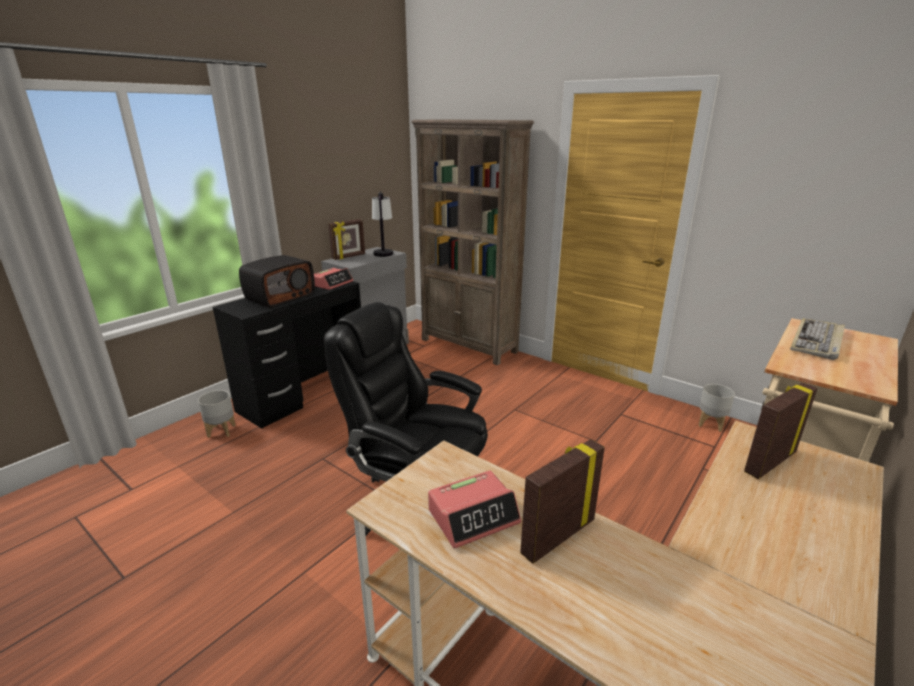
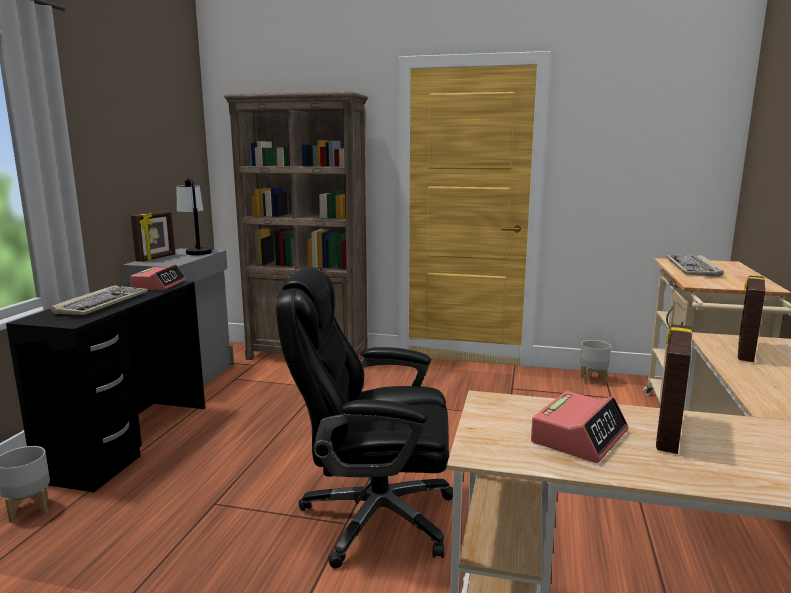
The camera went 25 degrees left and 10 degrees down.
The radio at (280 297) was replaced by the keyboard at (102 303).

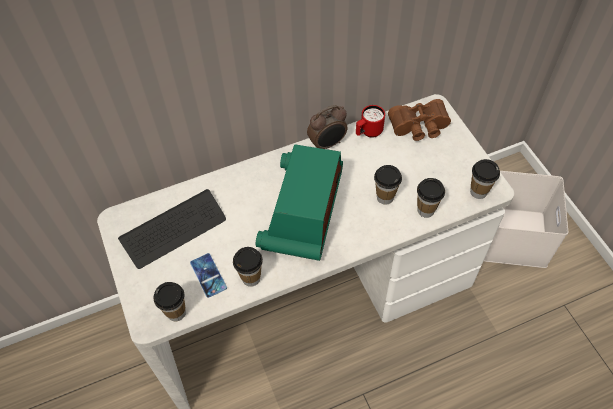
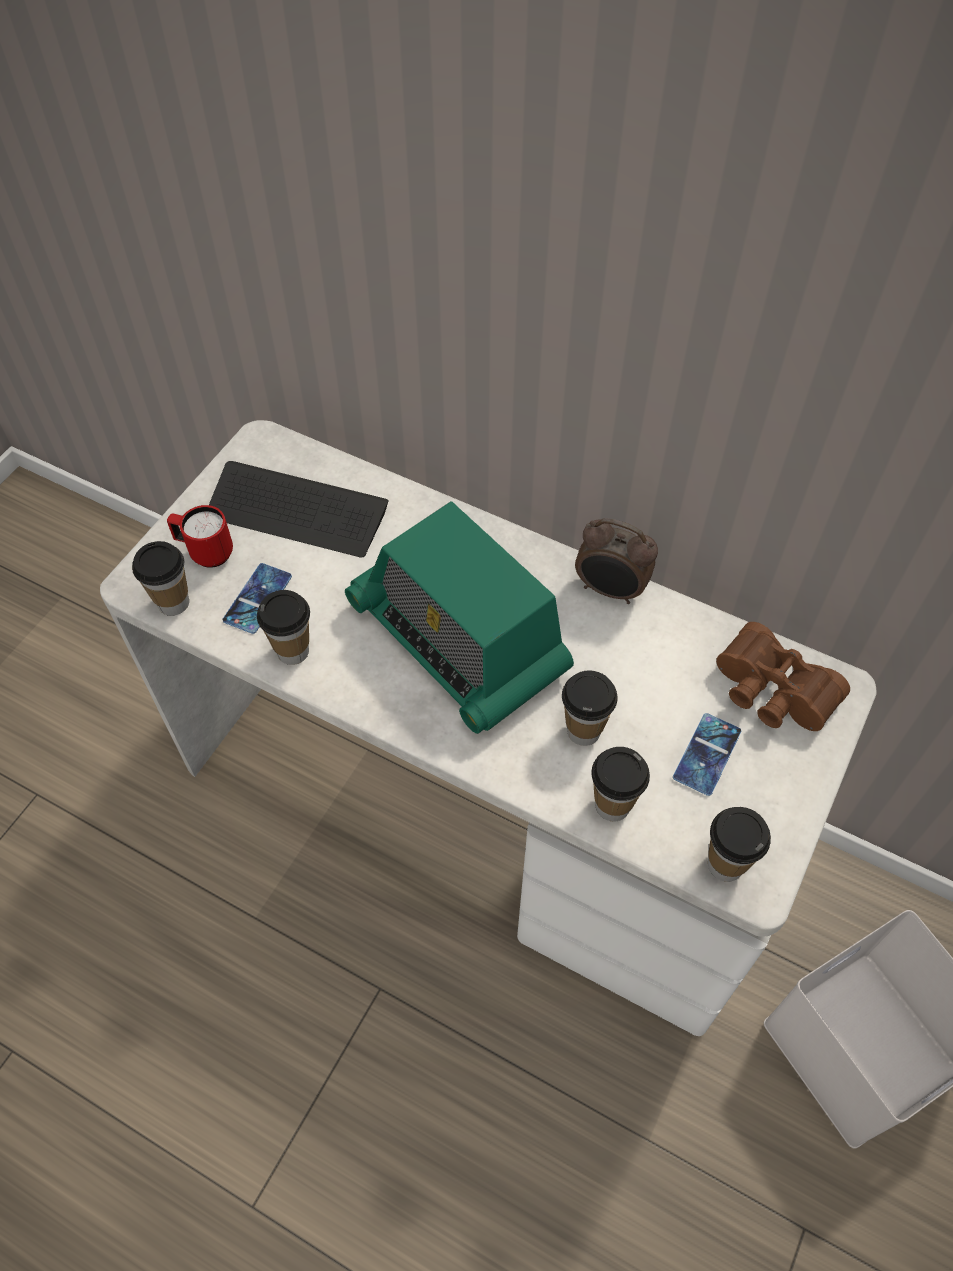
The camera went 50 degrees right and 0 degrees up.
The phone at (707 754) appeared.
The mug/red moved from (368 132) to (205 552).
The radio at (303 211) turned 105 degrees counterclockwise.

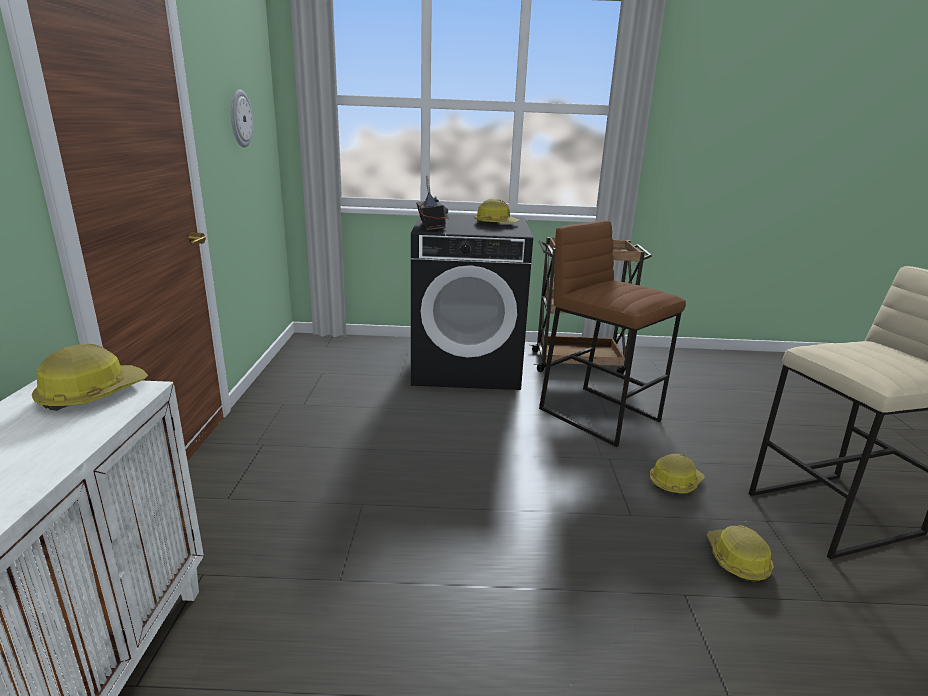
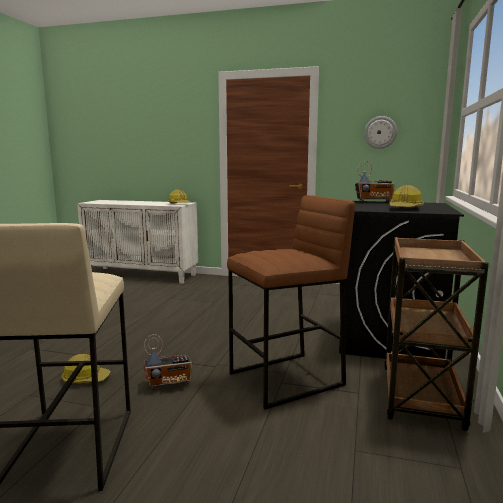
The camera went 105 degrees right and 10 degrees down.
The hard hat at (675 482) was replaced by the radio at (169 383).

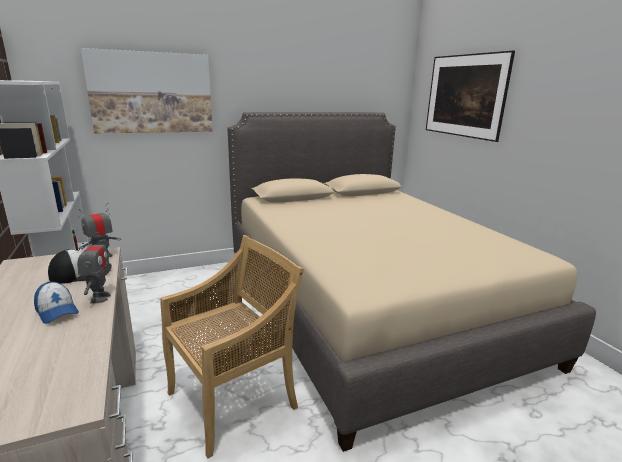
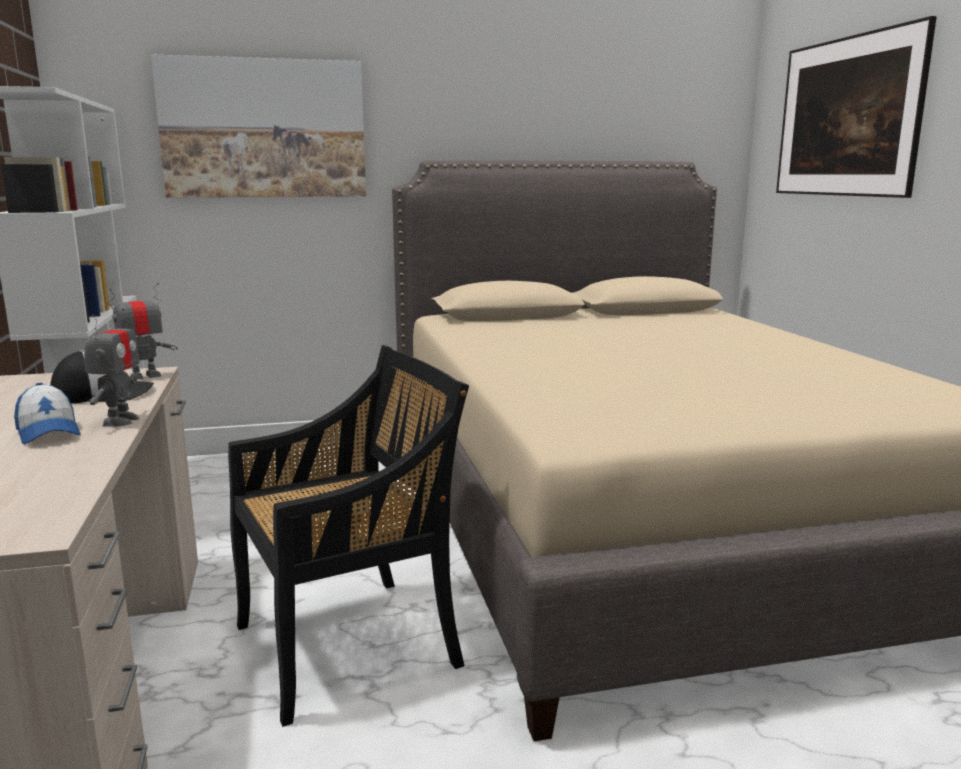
The camera went 10 degrees right and 5 degrees down.
The chair/beige at (234 399) became the chair/black at (350 644).

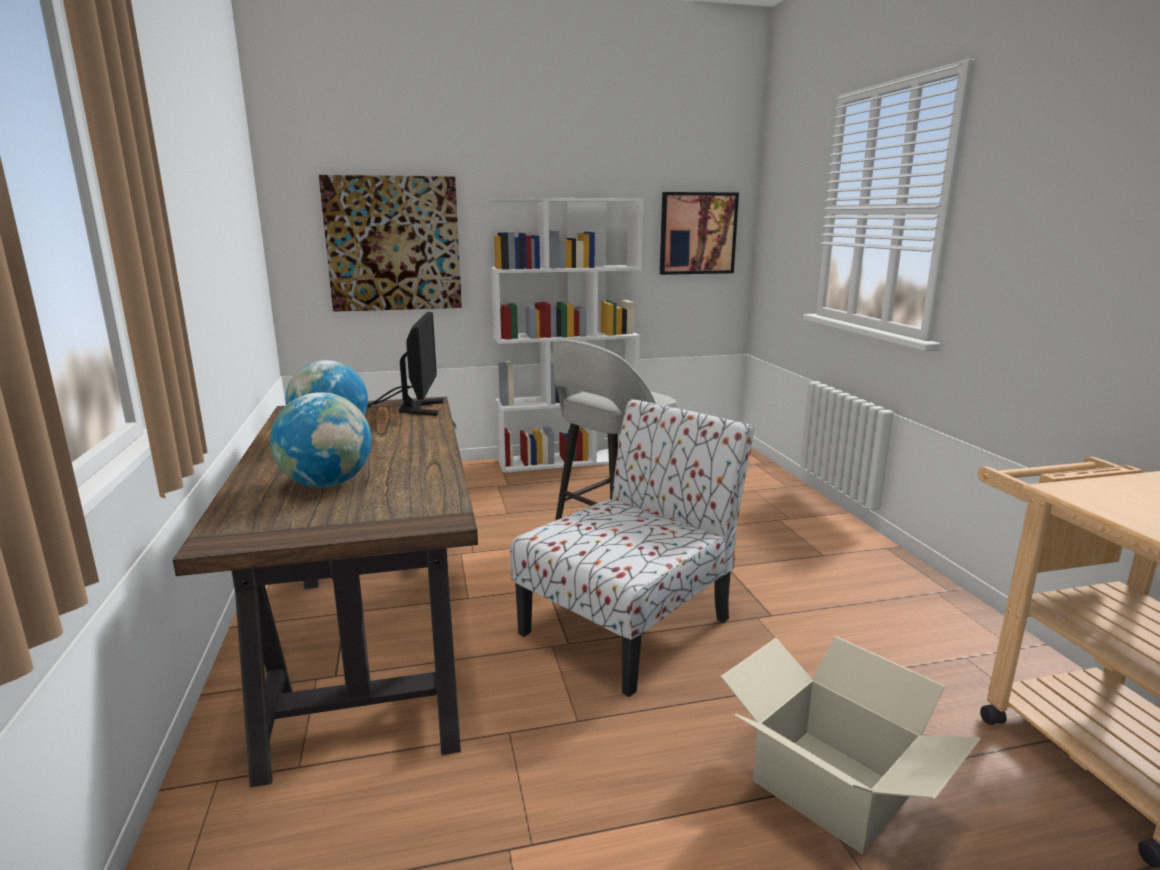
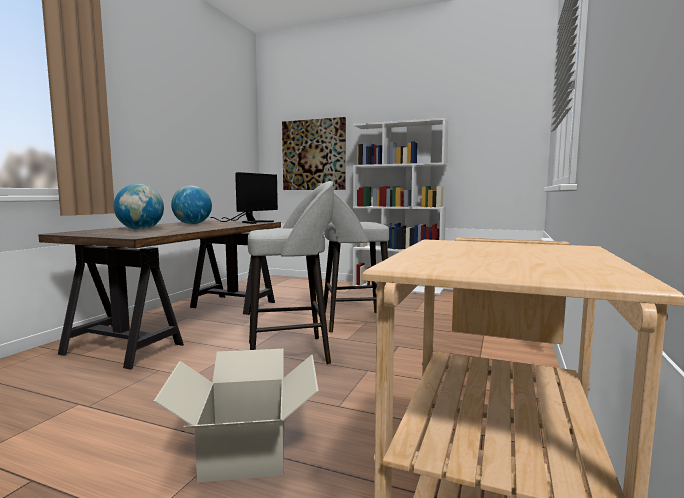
The camera went 35 degrees right and 10 degrees down.
The picture at (697 233) disappeared.
The chair at (630 624) was replaced by the stool/grey at (291 352).

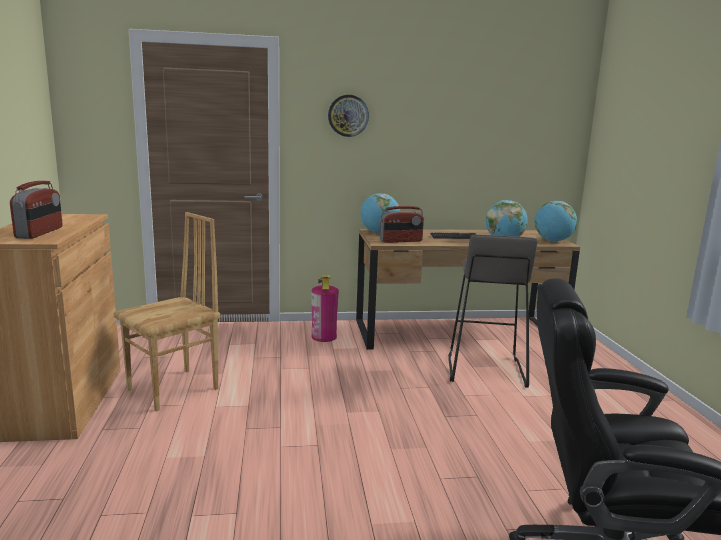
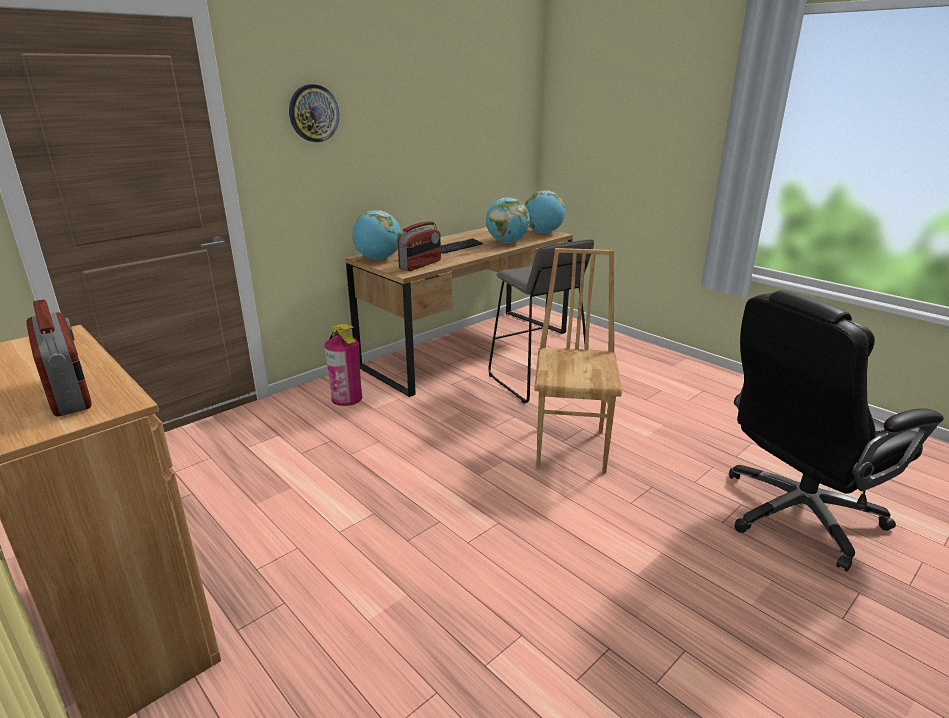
The camera went 35 degrees left and 10 degrees up.
The chair/brown moved from (174 389) to (572 448).

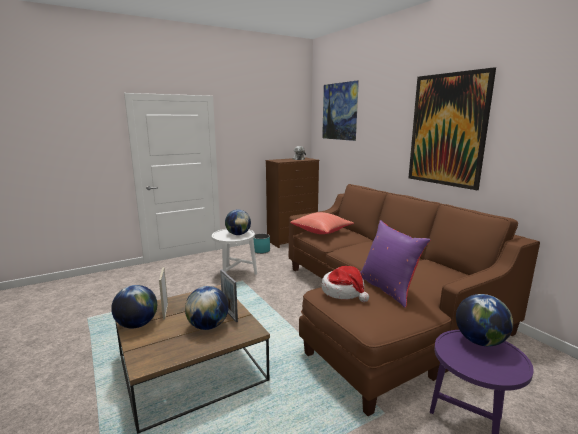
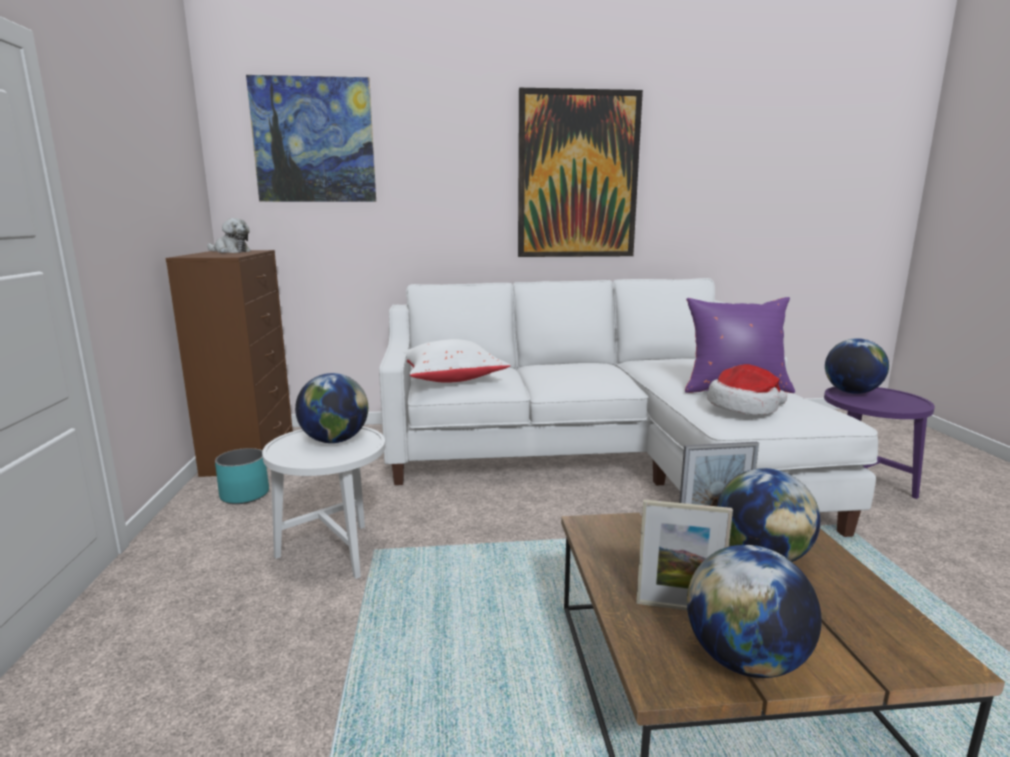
The camera went 65 degrees left and 0 degrees up.
The sofa/brown at (380 308) became the sofa/white at (599 458).
The pillow/red at (322 232) became the pillow/white at (450 379).

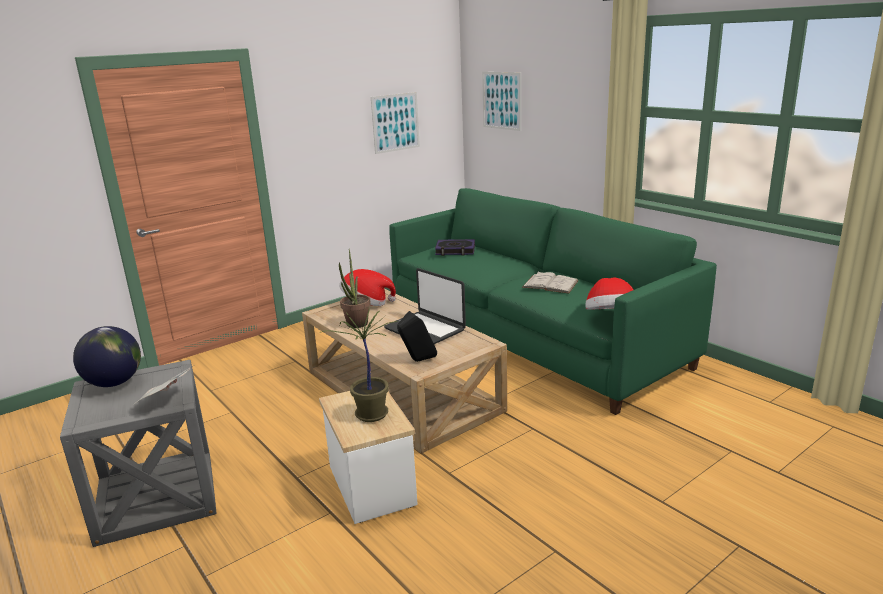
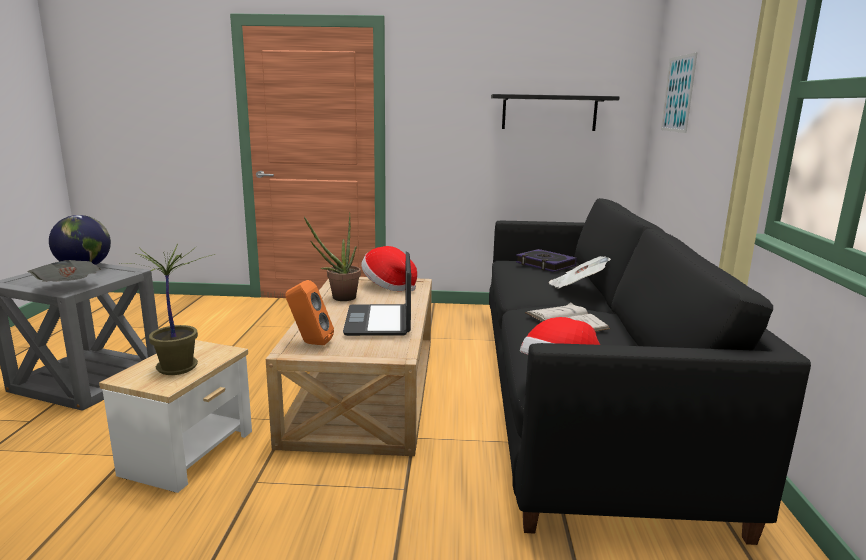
The camera went 40 degrees right and 5 degrees down.
The newspaper at (577 287) appeared.
The picture at (395 122) was replaced by the shelf/black at (549 112).
The sofa/green at (531 336) became the sofa/black at (582 396).
The speaker/black at (417 361) became the speaker/orange at (310 343).

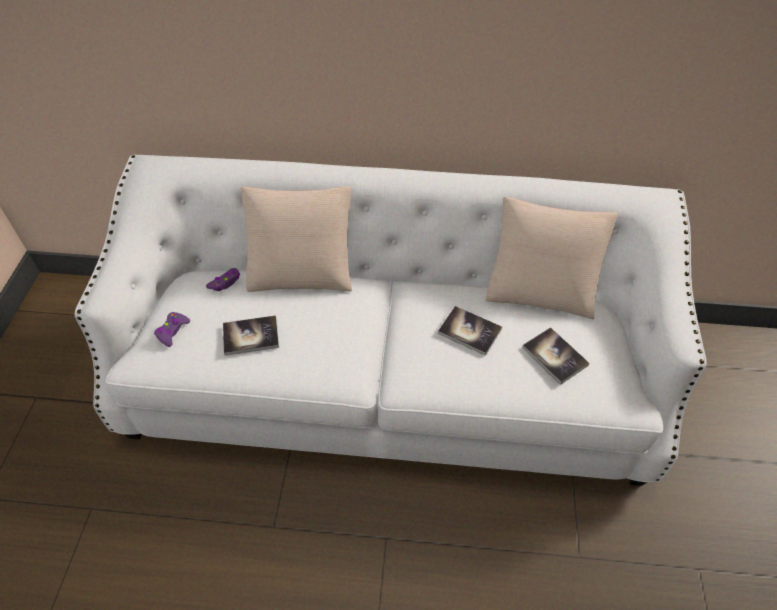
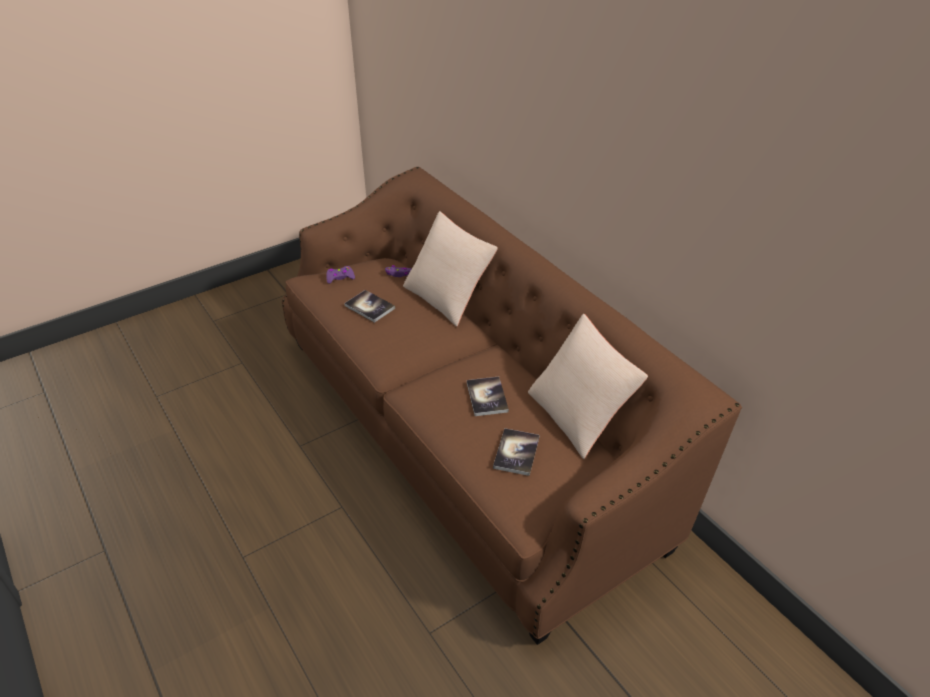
The camera went 50 degrees right and 10 degrees down.
The sofa/white at (389 381) became the sofa/brown at (465 432).

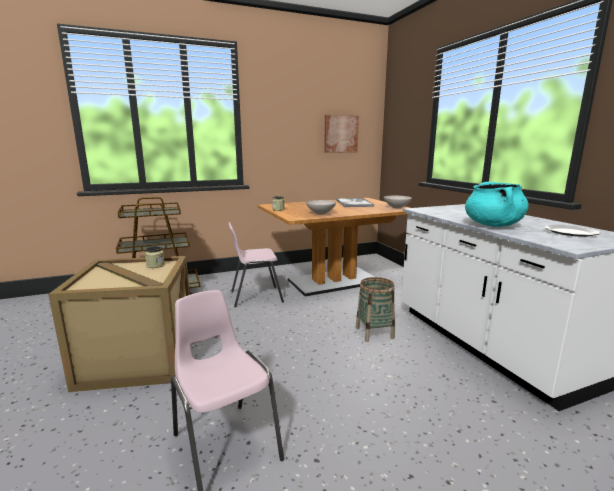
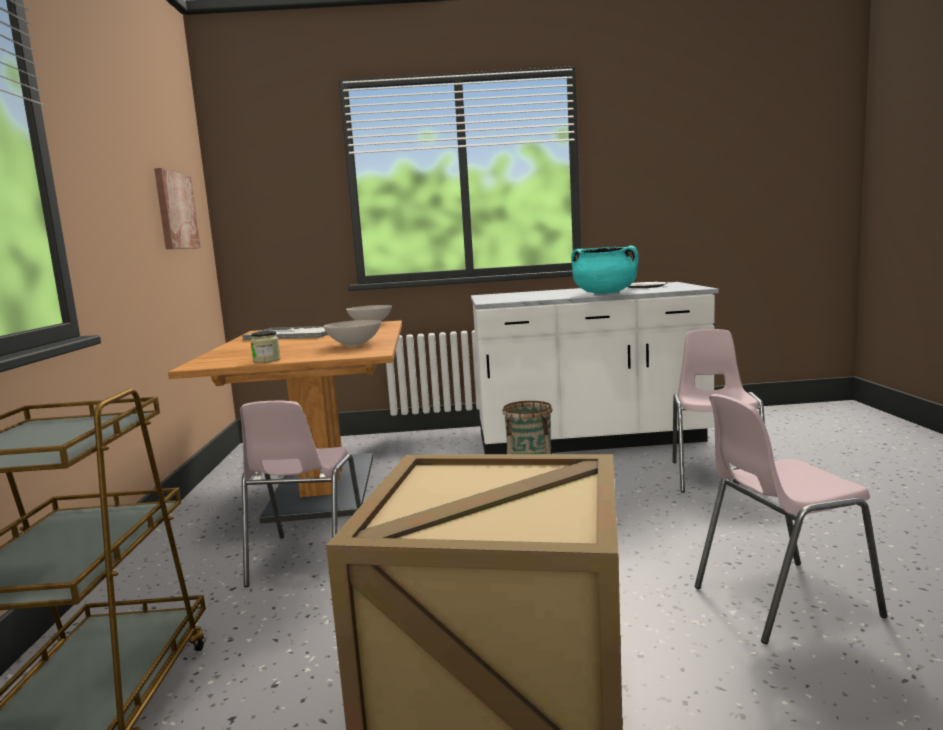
The camera went 70 degrees left and 5 degrees down.
The jar at (155 265) disappeared.
The chair/pink at (715 476) appeared.

